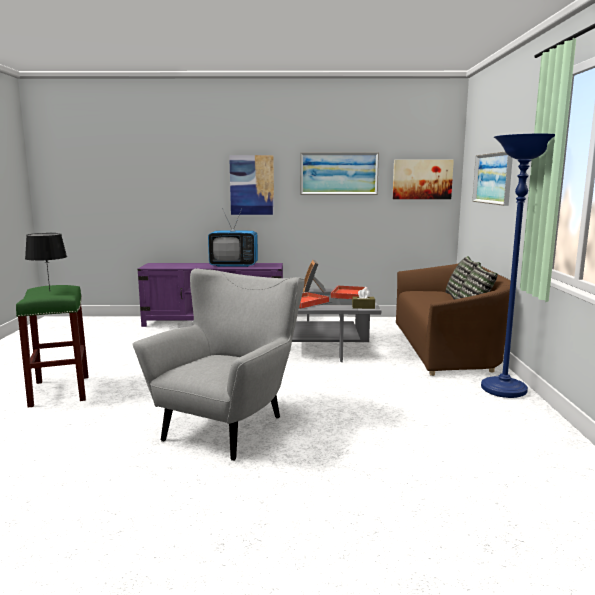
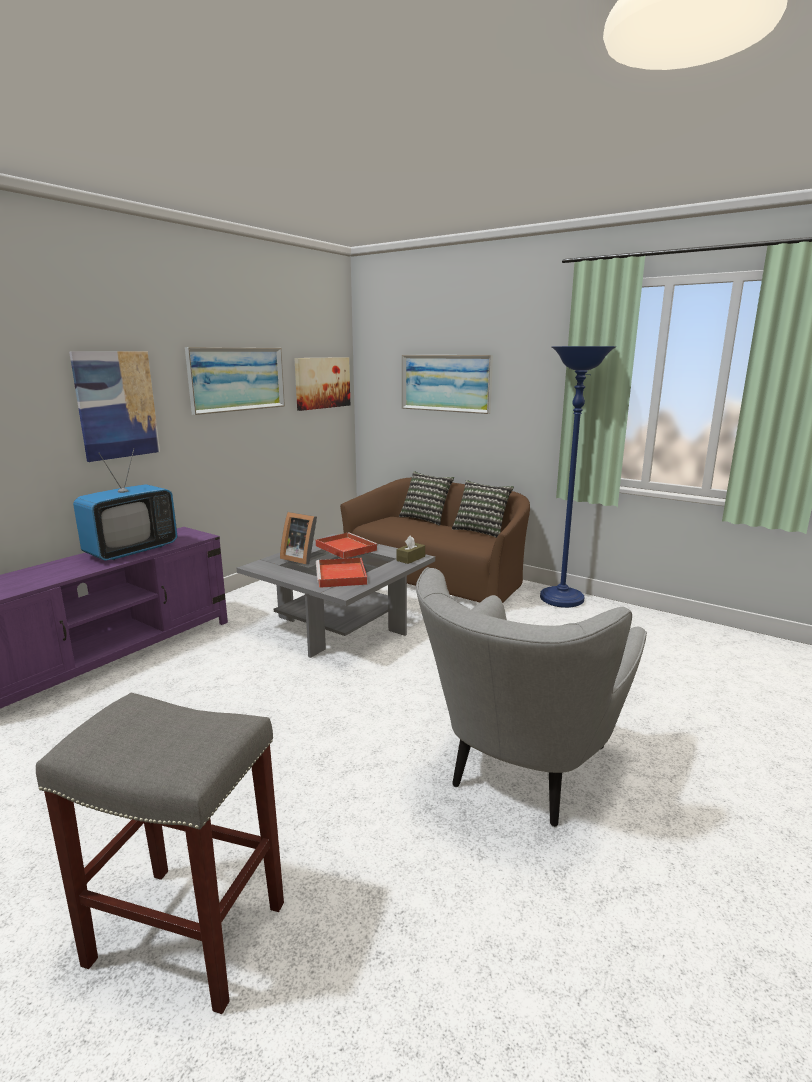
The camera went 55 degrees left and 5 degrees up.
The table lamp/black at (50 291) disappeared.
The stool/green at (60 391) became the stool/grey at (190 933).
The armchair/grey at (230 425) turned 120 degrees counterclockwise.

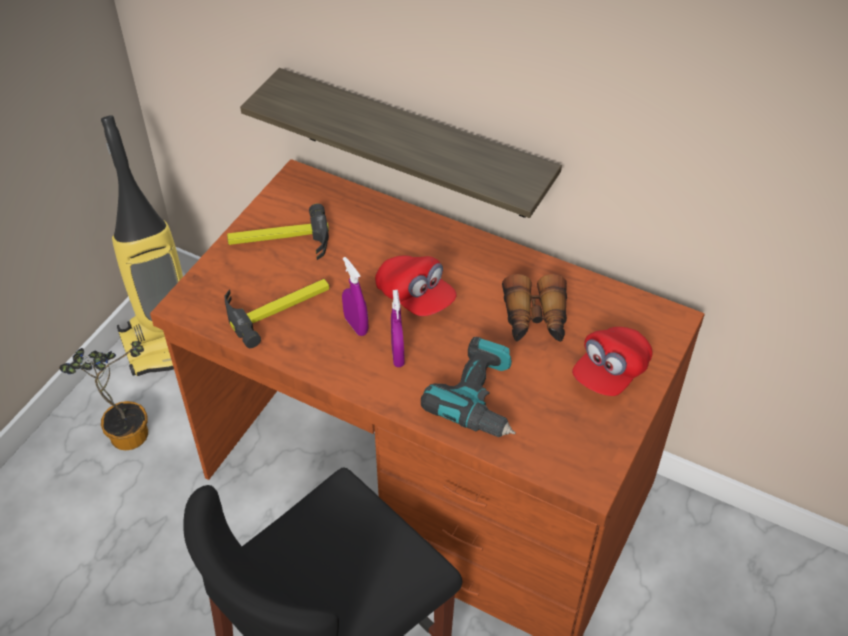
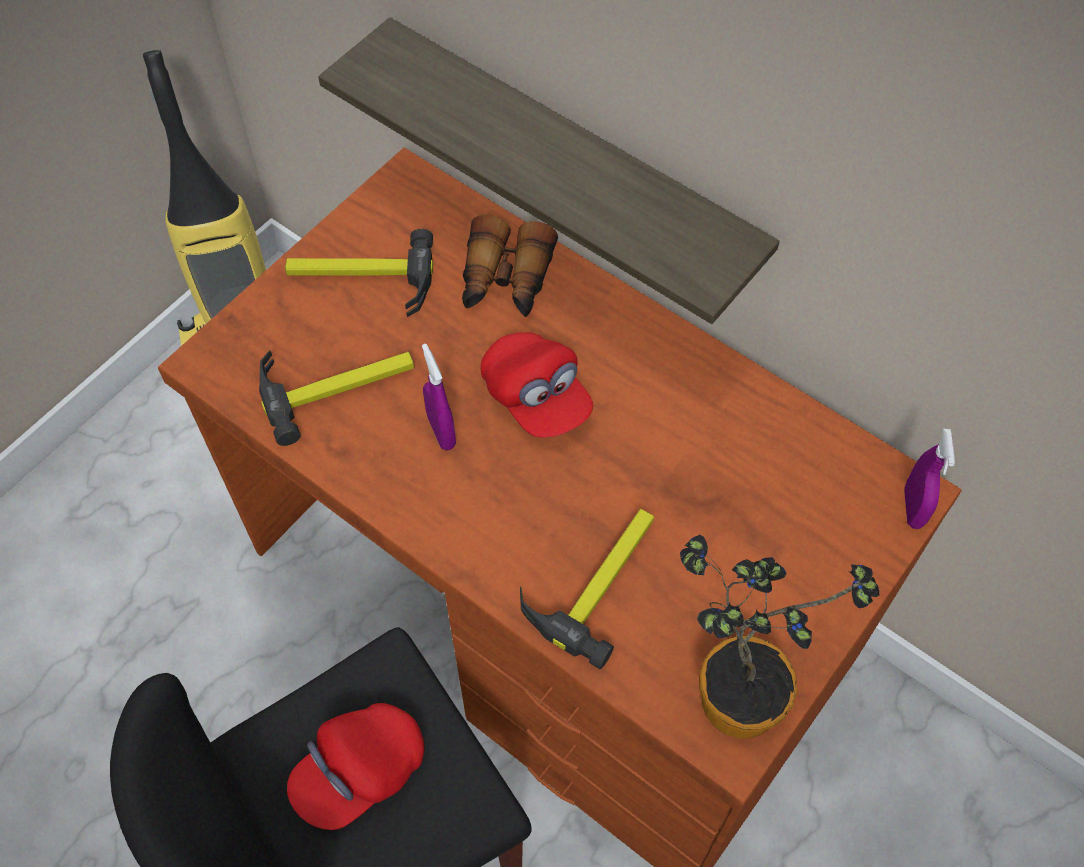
The camera went 10 degrees right and 10 degrees up.
The potted plant moved from (126 431) to (732 689).
The spray bottle/purple moved from (397 355) to (913 508).
The binoculars moved from (535 320) to (505 281).
The cap/red moved from (610 372) to (360 772).
The power drill at (480 398) was replaced by the hammer at (596 579).

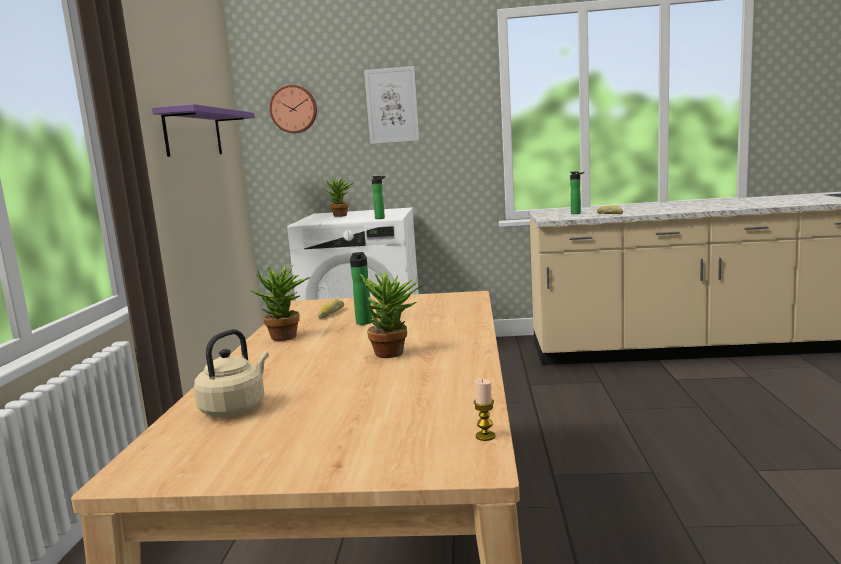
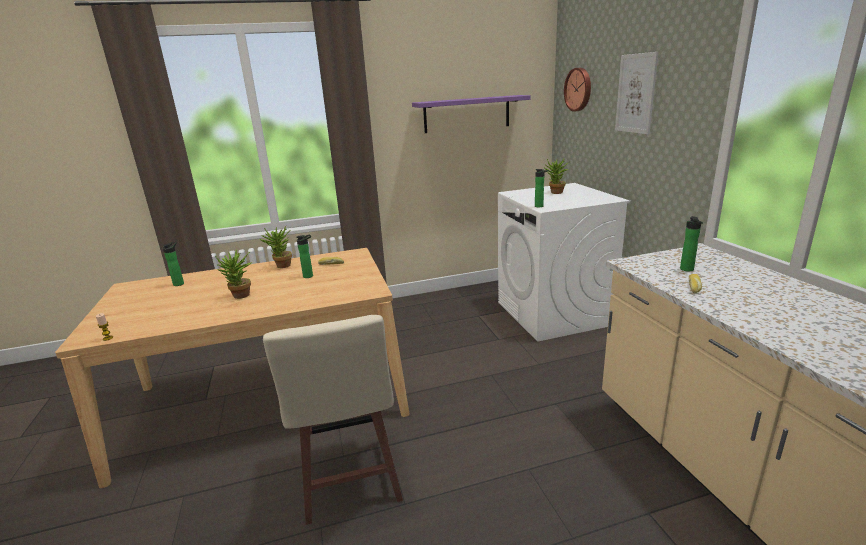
The camera went 70 degrees right and 10 degrees up.
The stool/beige at (350 480) appeared.
The kettle/beige at (235 408) was replaced by the bottle at (179 283).

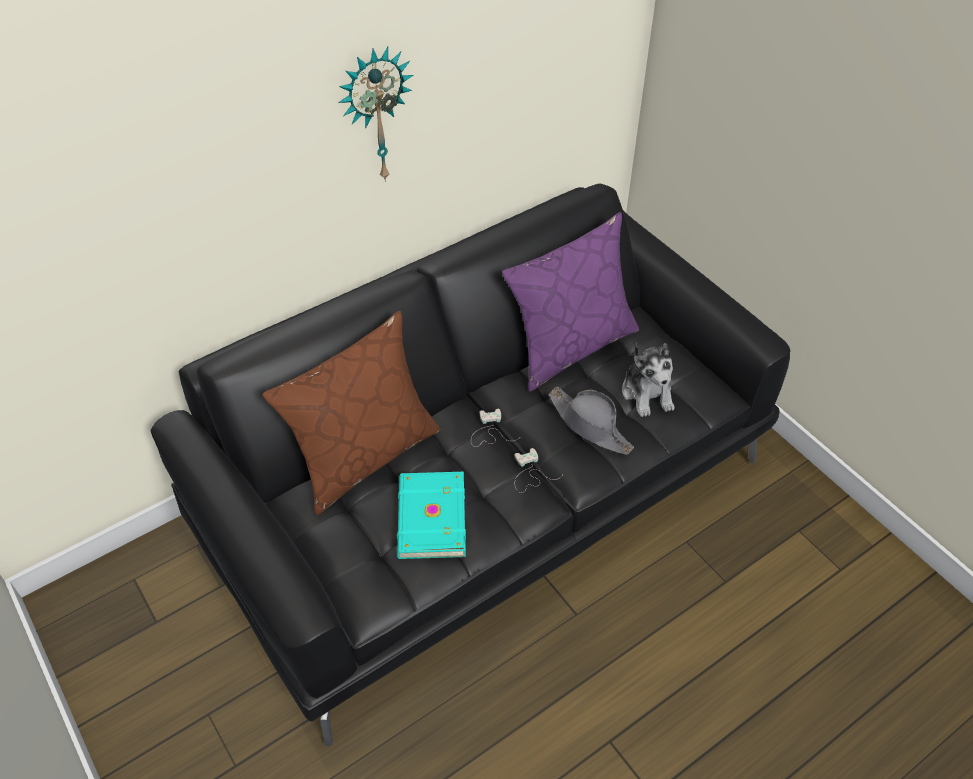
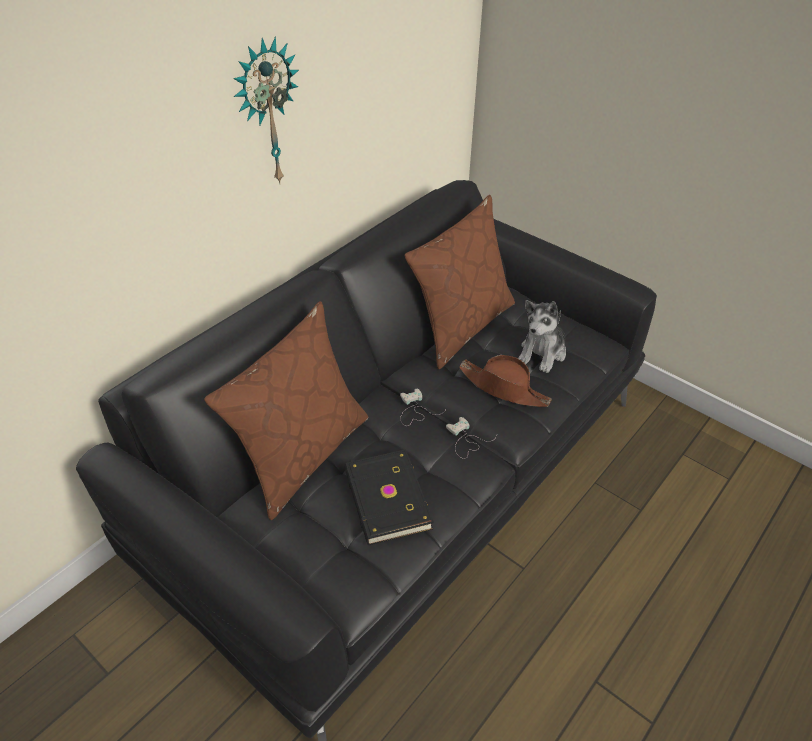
The camera went 15 degrees left and 5 degrees down.
The book/turquoise at (429 518) became the book/black at (385 500).
The pillow/purple at (570 346) became the pillow/brown at (461 326).
The hat/grey at (590 425) became the hat/brown at (504 388).
The plush toy at (647 393) turned 60 degrees clockwise.

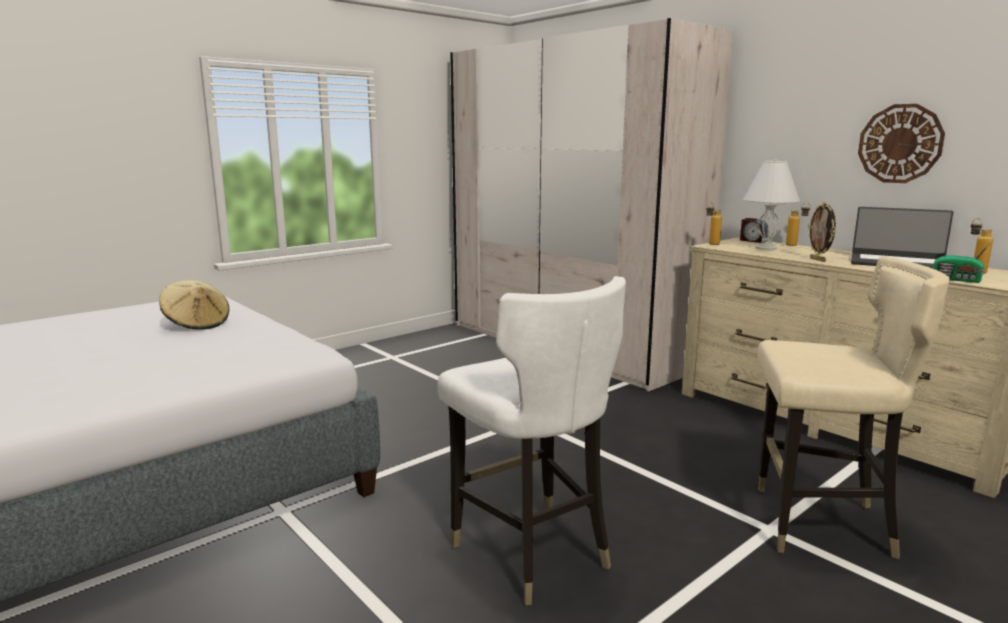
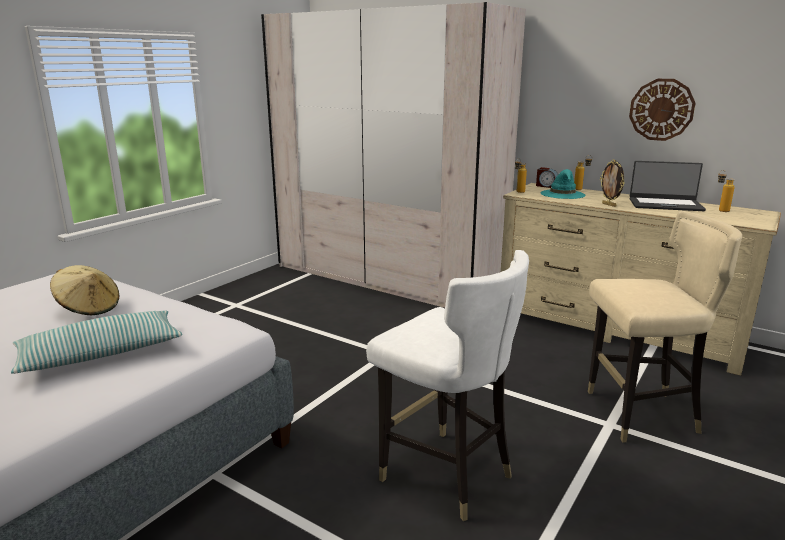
The camera went 15 degrees left and 5 degrees up.
The radio at (957 279) disappeared.
The pillow at (101 354) appeared.
The table lamp/white at (766 248) was replaced by the hat/turquoise at (563 194).

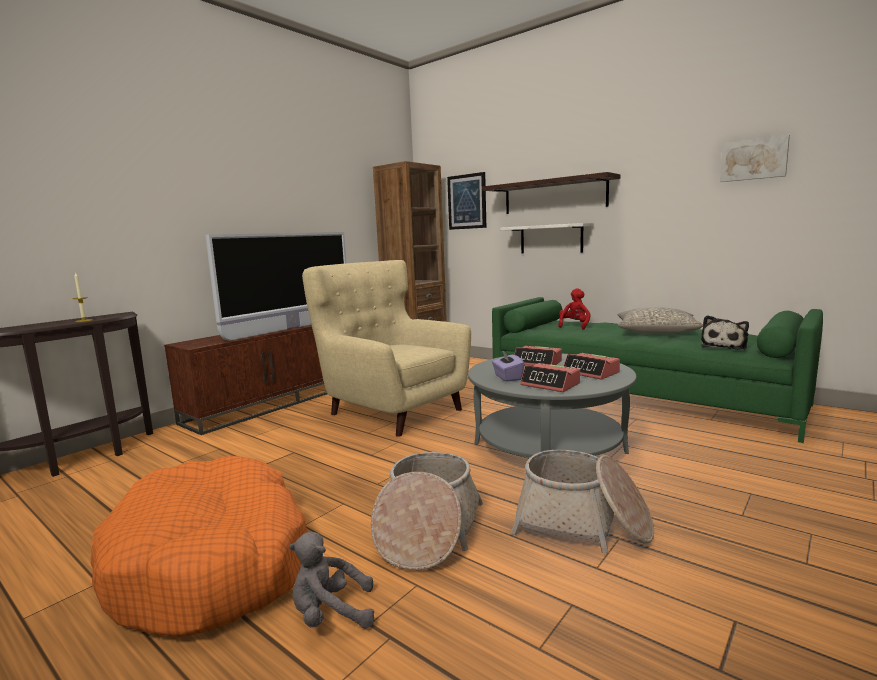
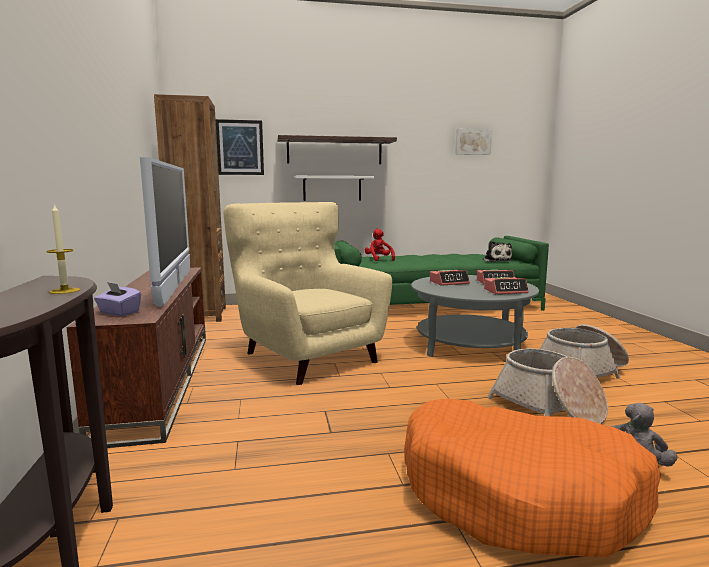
The camera went 50 degrees left and 0 degrees up.
The pillow/grey at (656 332) disappeared.
The tissue box/purple moved from (507 377) to (119 313).
The armchair/beige at (392 410) turned 60 degrees clockwise.

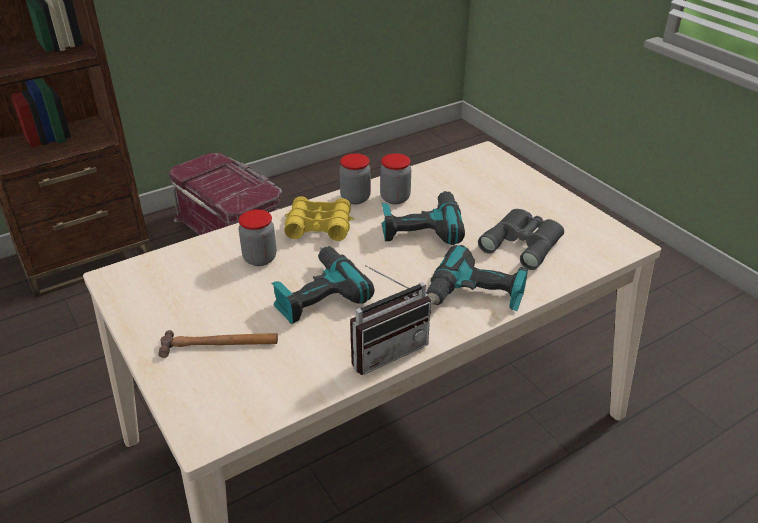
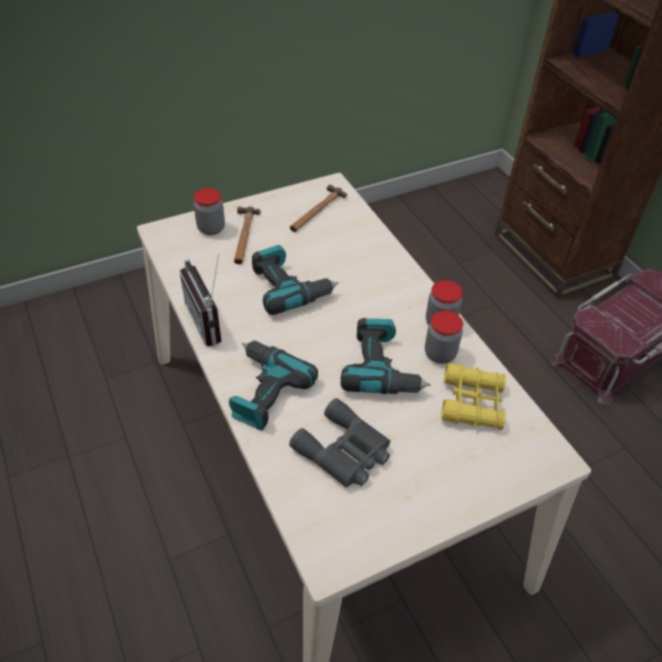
The camera went 95 degrees right and 10 degrees up.
The hammer at (316 211) appeared.
The jar moved from (260 258) to (211 228).
The binoculars/yellow moved from (319 226) to (472 403).

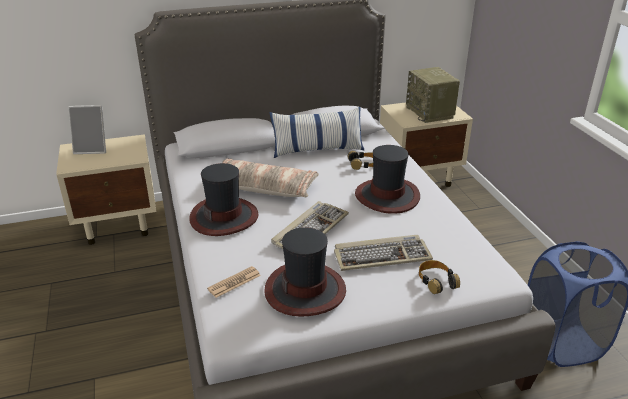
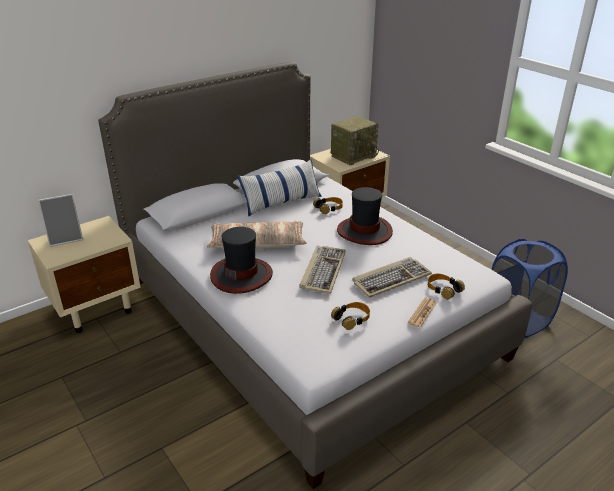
The camera went 20 degrees left and 0 degrees up.
The newspaper moved from (234 282) to (422 313).
The hat at (305 290) was replaced by the headphones at (352 319).
The radio at (430 113) turned 90 degrees counterclockwise.

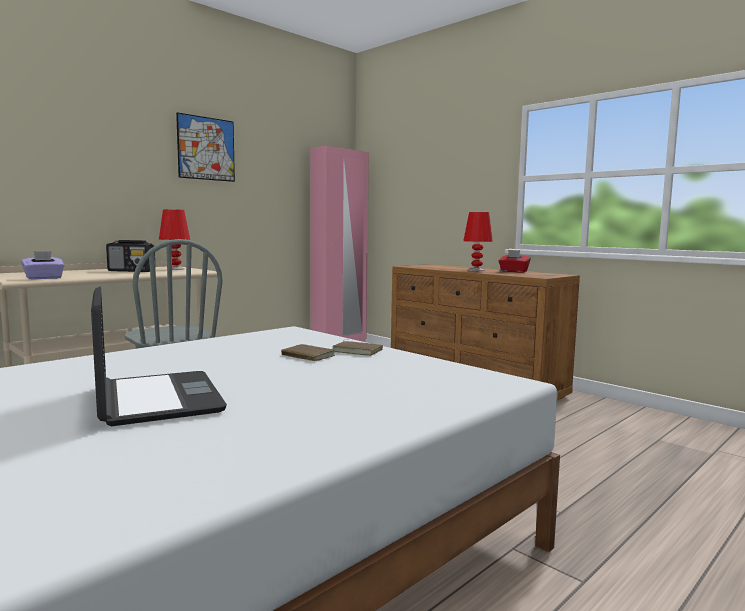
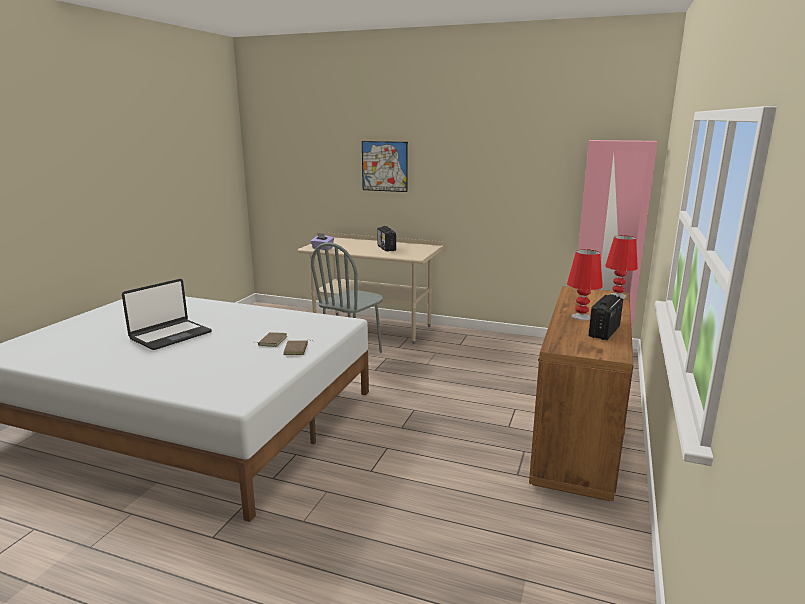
The camera went 65 degrees right and 10 degrees up.
The table lamp/red moved from (176 269) to (617 296).
The picture moved from (206 148) to (384 166).
The tissue box/red at (513 271) was replaced by the radio at (604 332).

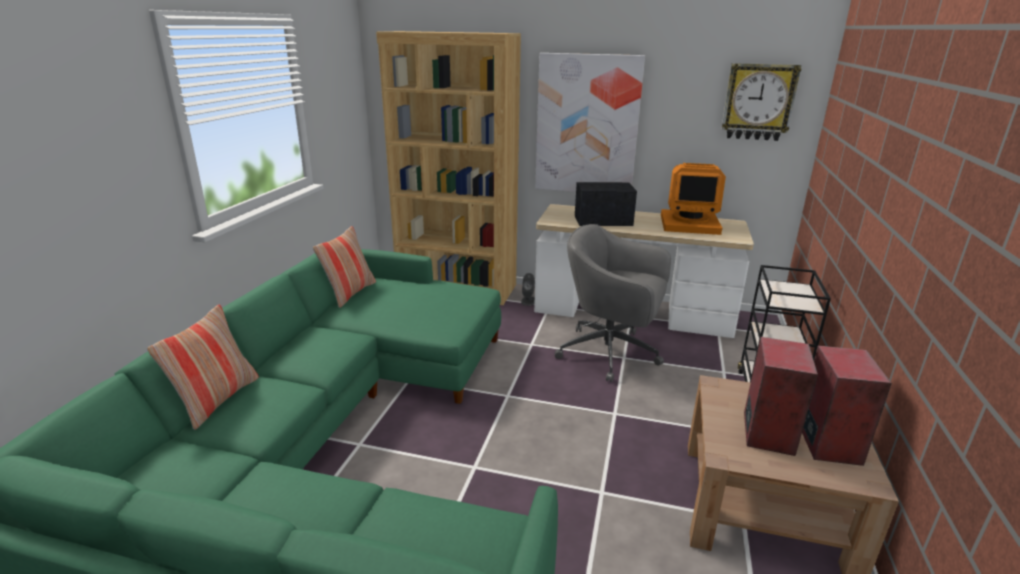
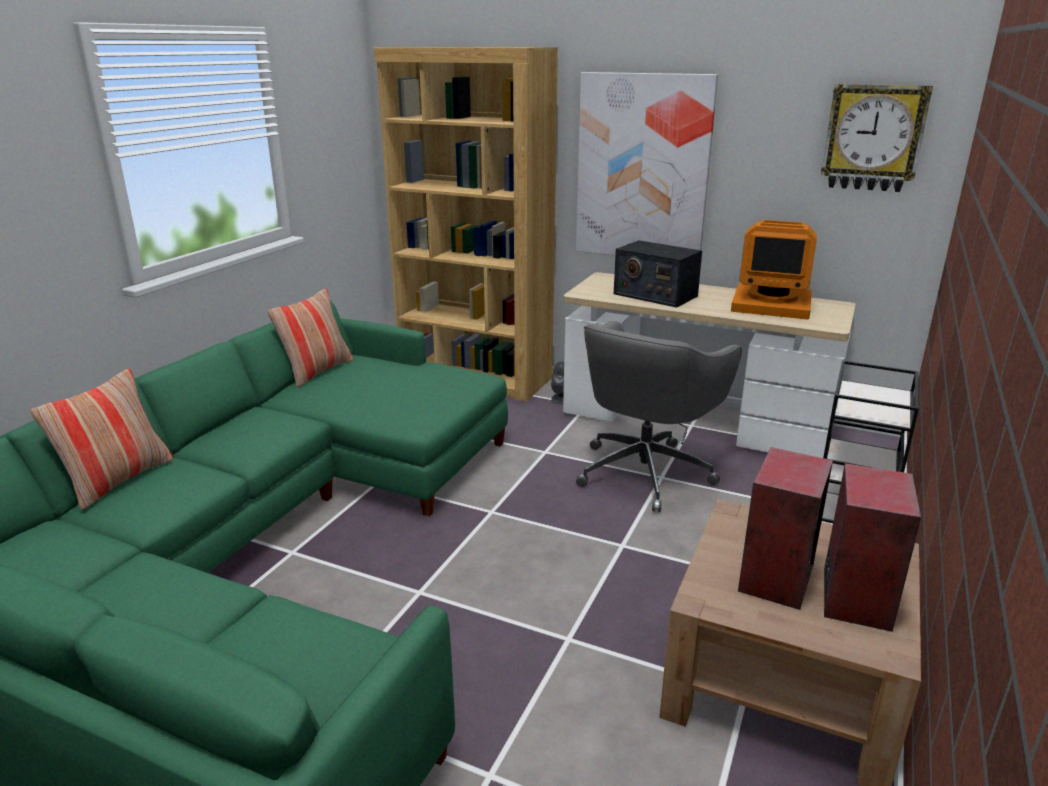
The camera went 10 degrees right and 0 degrees up.
The office chair/grey at (611 353) turned 90 degrees counterclockwise.
The radio at (603 220) turned 150 degrees counterclockwise.

